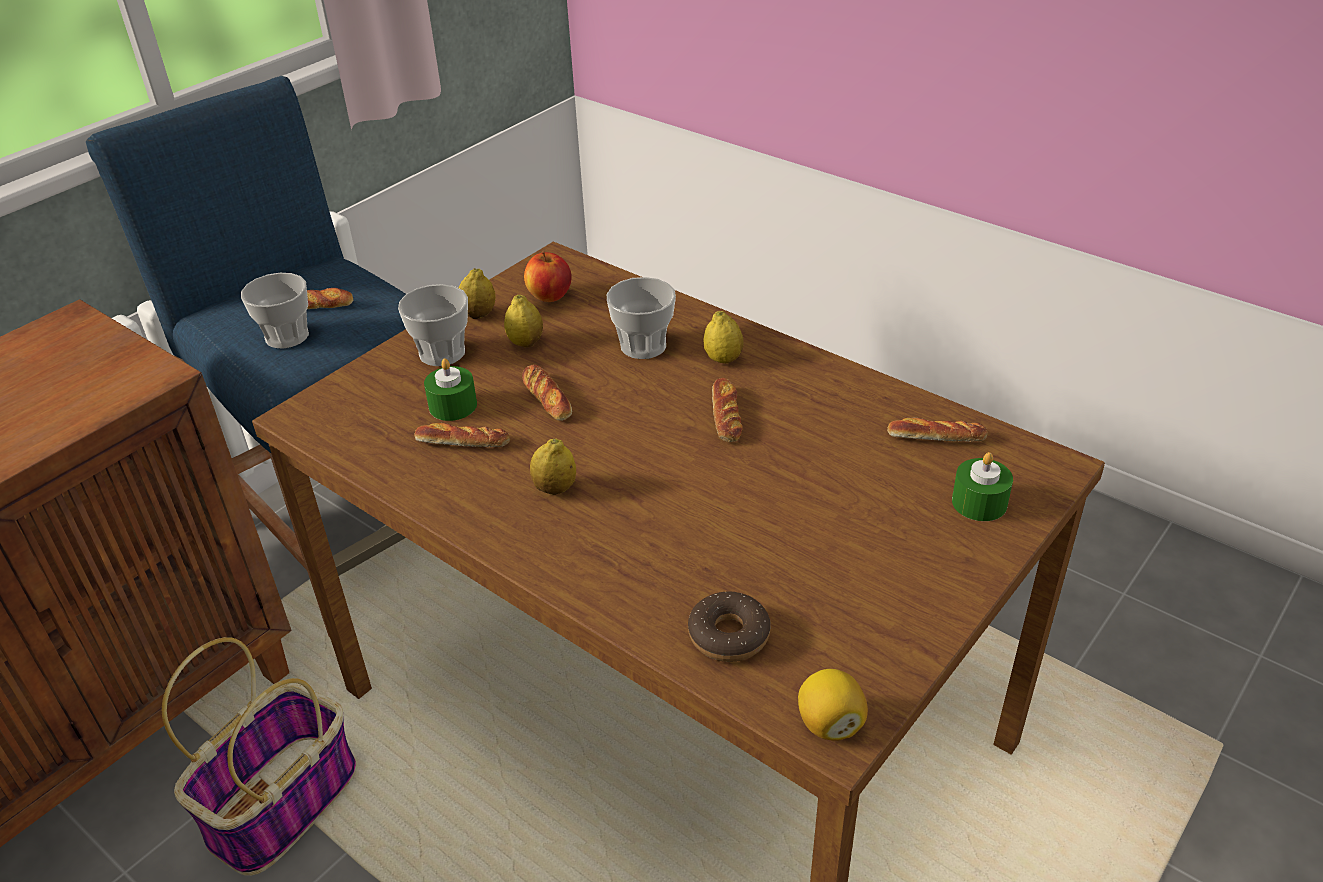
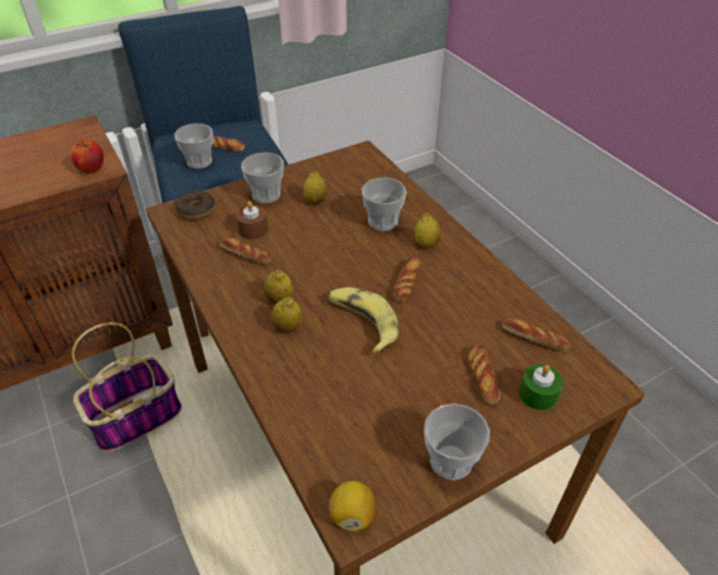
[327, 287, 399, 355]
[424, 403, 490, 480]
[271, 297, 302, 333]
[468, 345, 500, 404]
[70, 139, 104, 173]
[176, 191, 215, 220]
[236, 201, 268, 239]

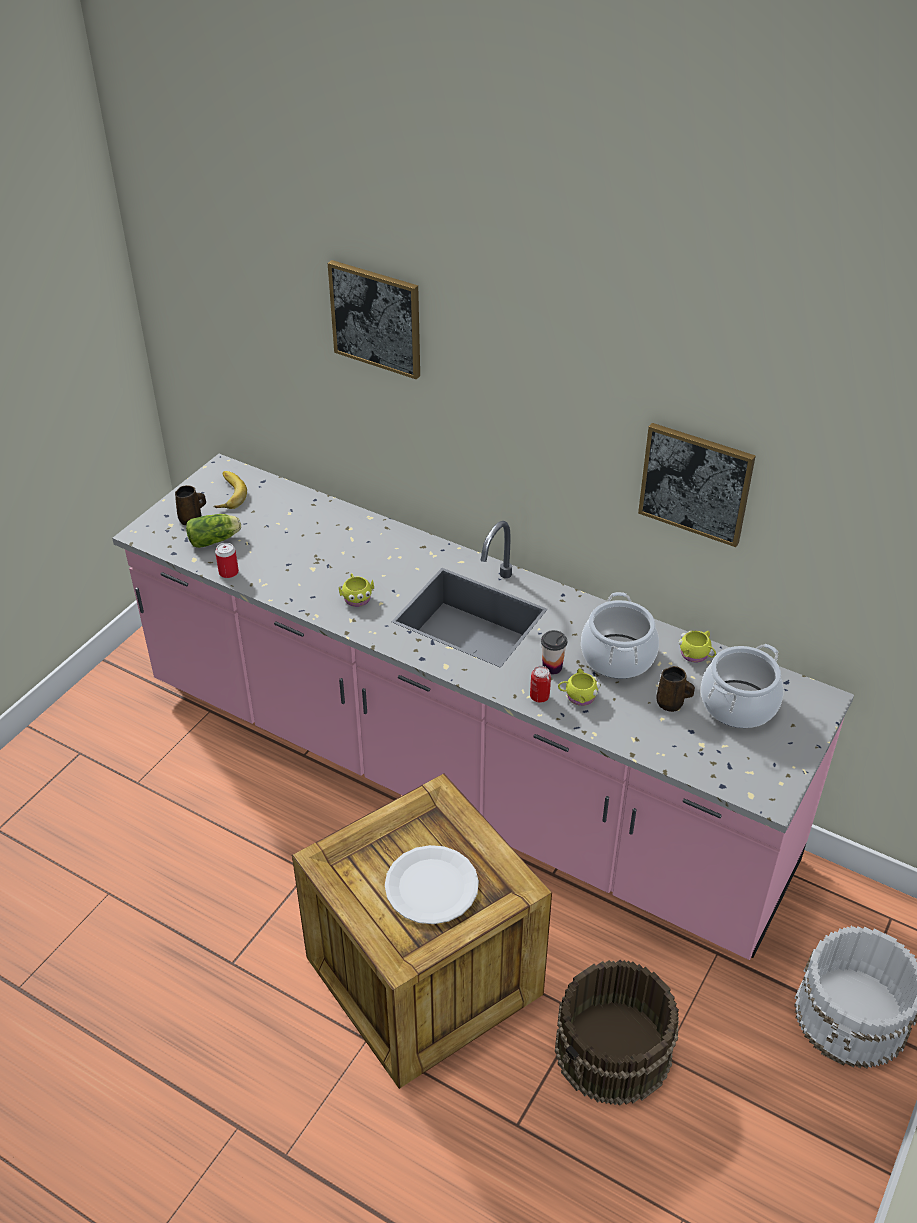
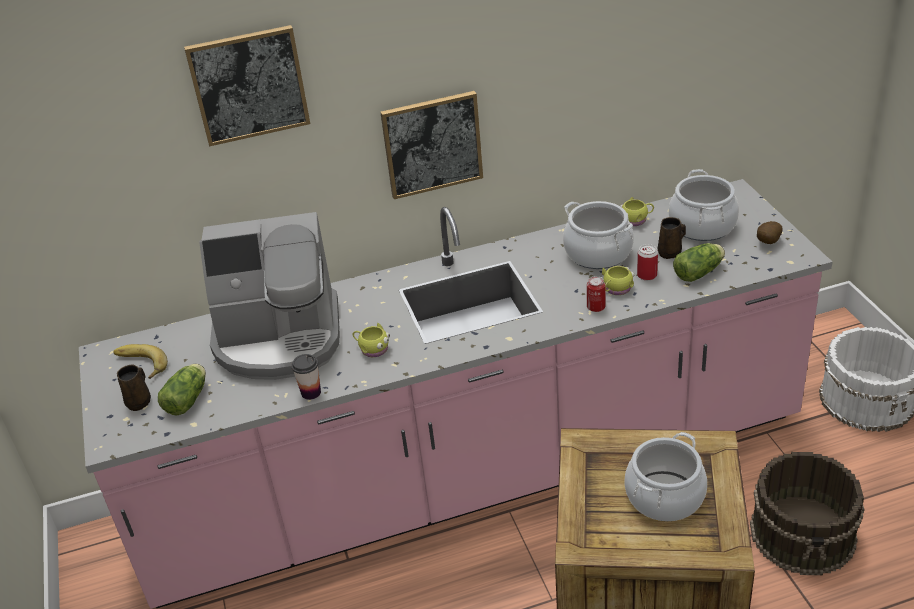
[199, 212, 340, 380]
[673, 243, 725, 282]
[757, 221, 783, 244]
[637, 244, 658, 280]
[291, 354, 321, 400]
[380, 91, 483, 199]
[624, 432, 707, 521]

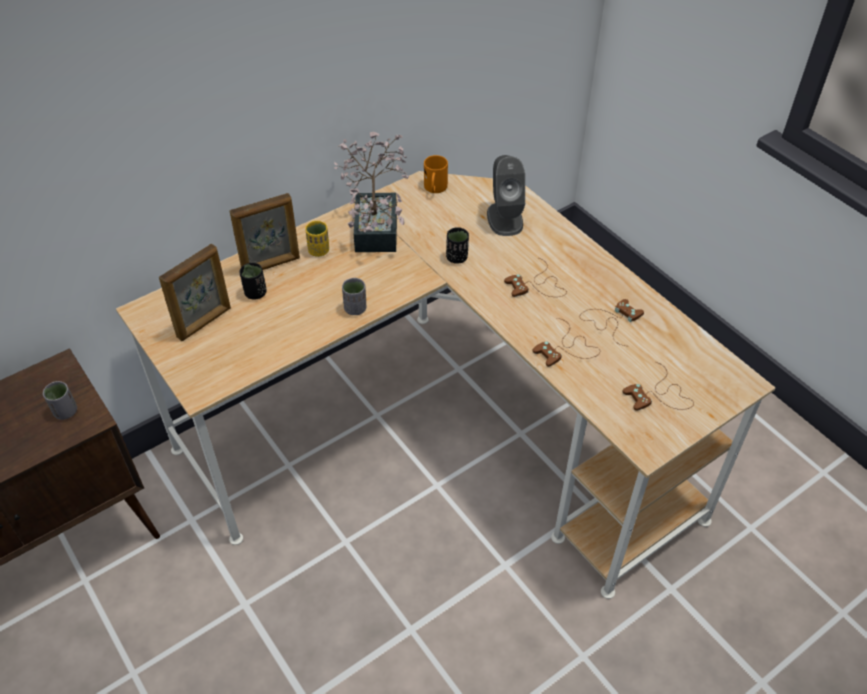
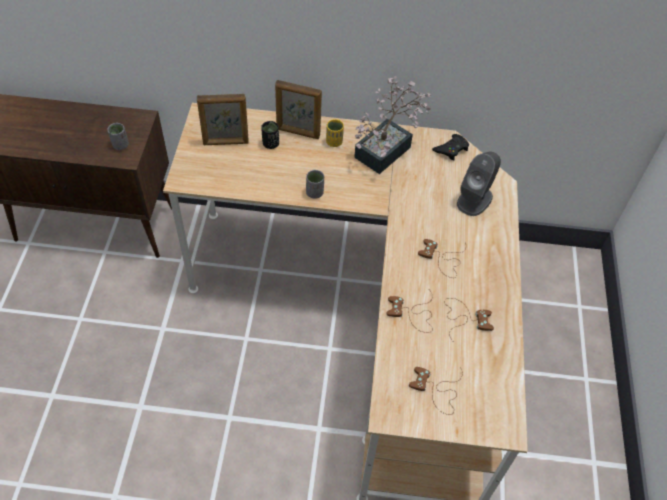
[446, 227, 469, 264] (first image)
[432, 134, 469, 161]

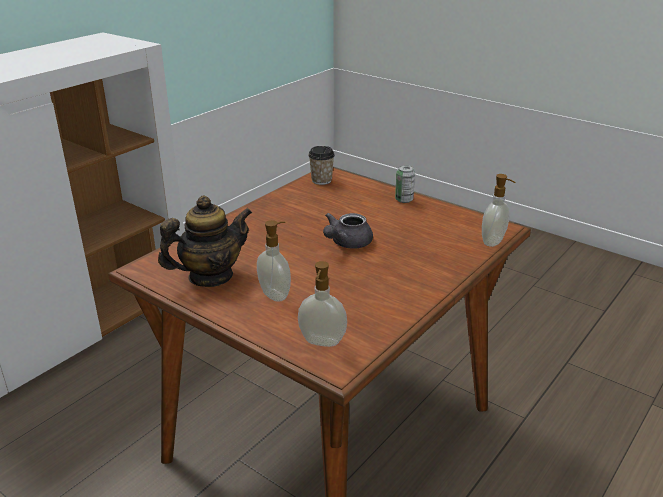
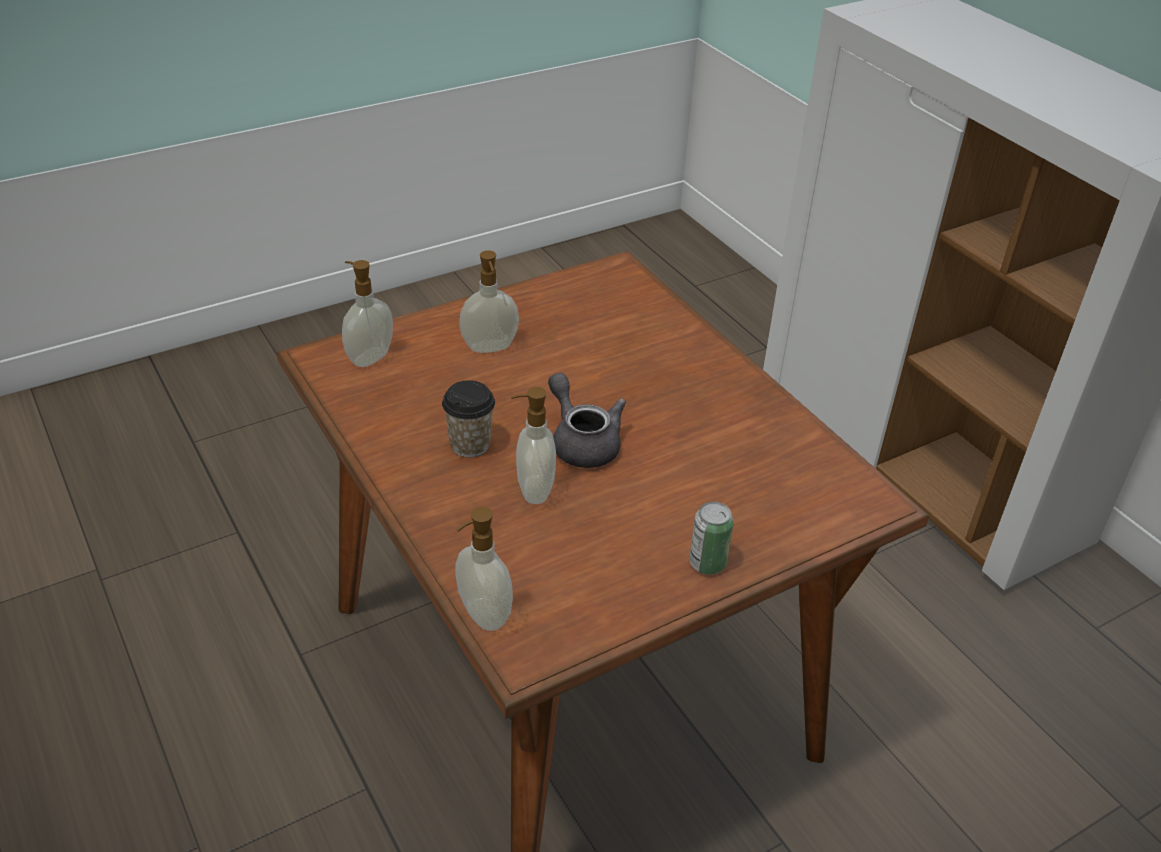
[158, 195, 252, 287] (first image)
[511, 387, 556, 504]
[442, 380, 495, 457]

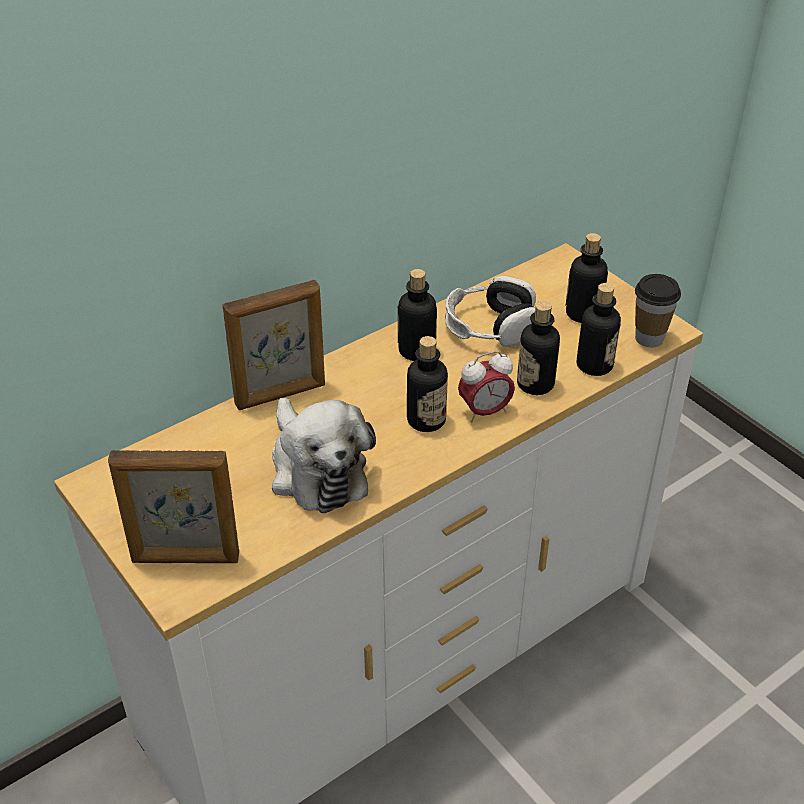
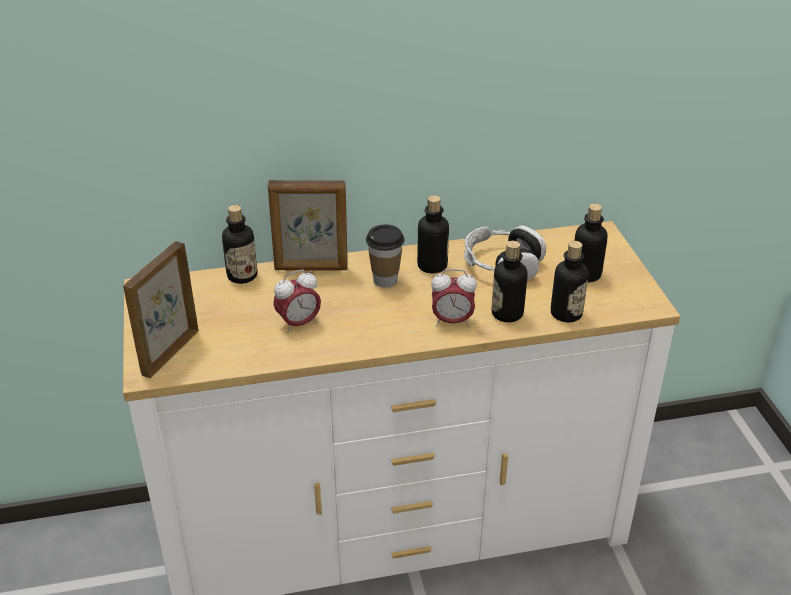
[222, 205, 257, 284]
[366, 225, 405, 288]
[273, 270, 321, 333]
[123, 241, 199, 378]

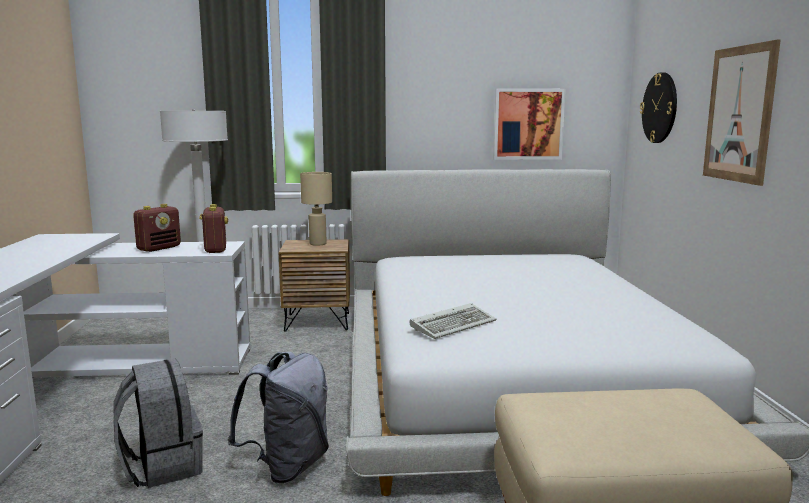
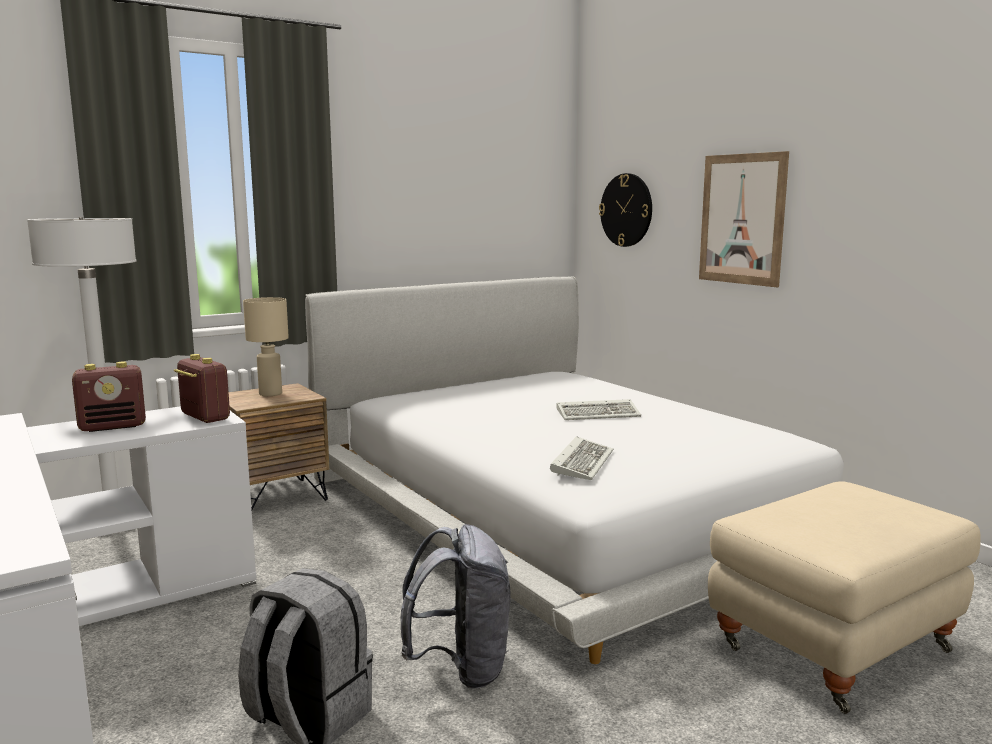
[493, 88, 566, 160] (first image)
[556, 399, 641, 420]
[72, 361, 146, 432]

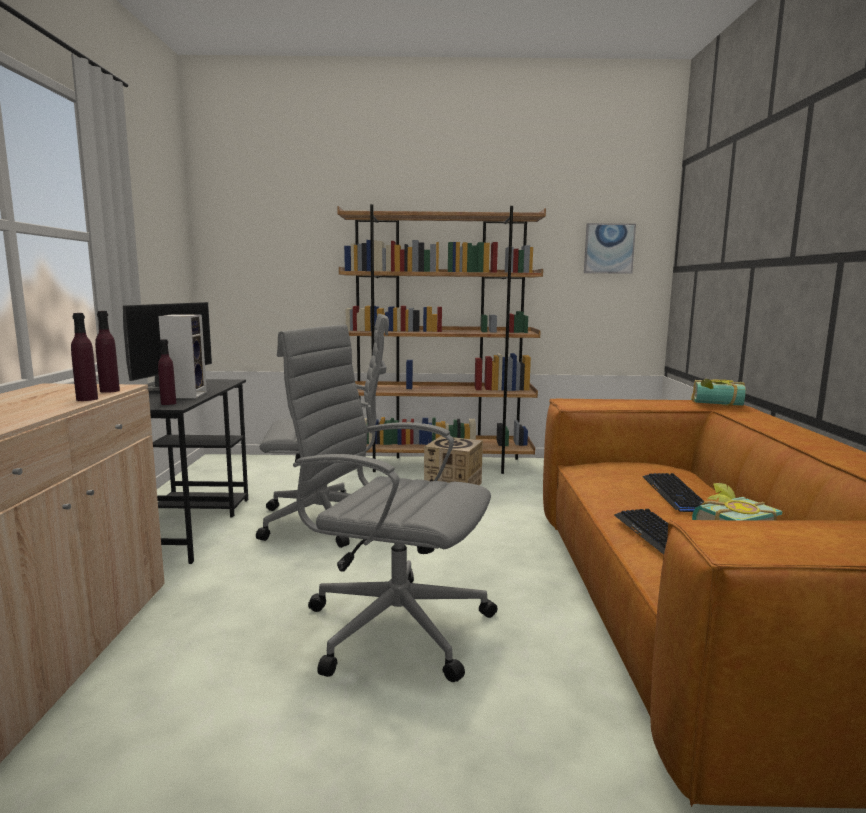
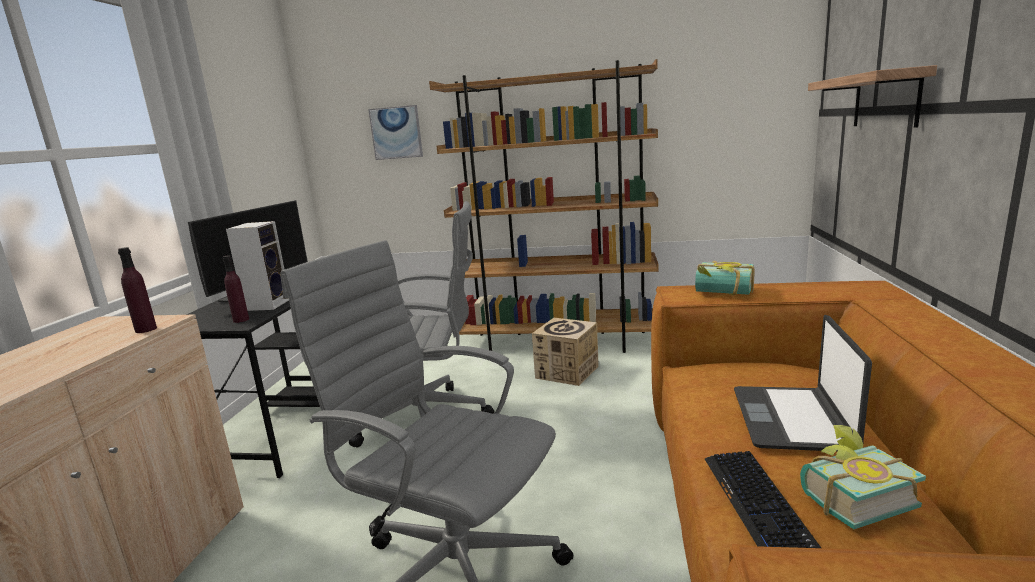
[71, 313, 98, 401] (first image)
[808, 65, 937, 128]
[368, 105, 423, 160]
[695, 261, 755, 295]
[734, 315, 872, 452]

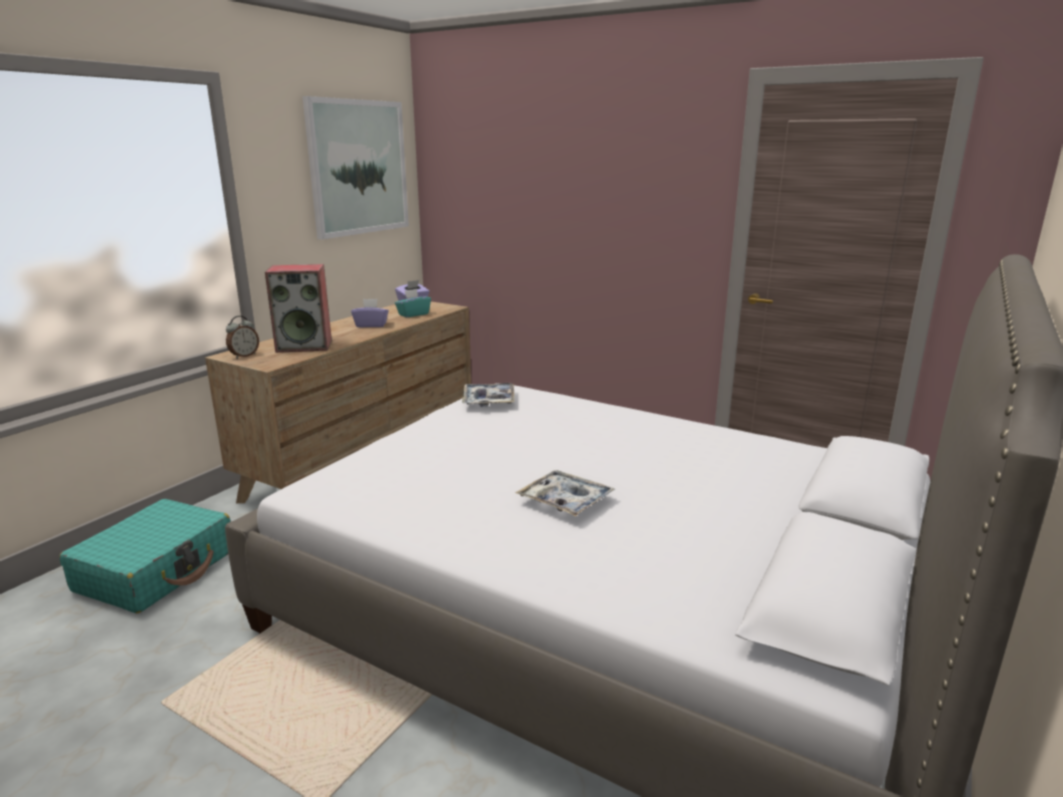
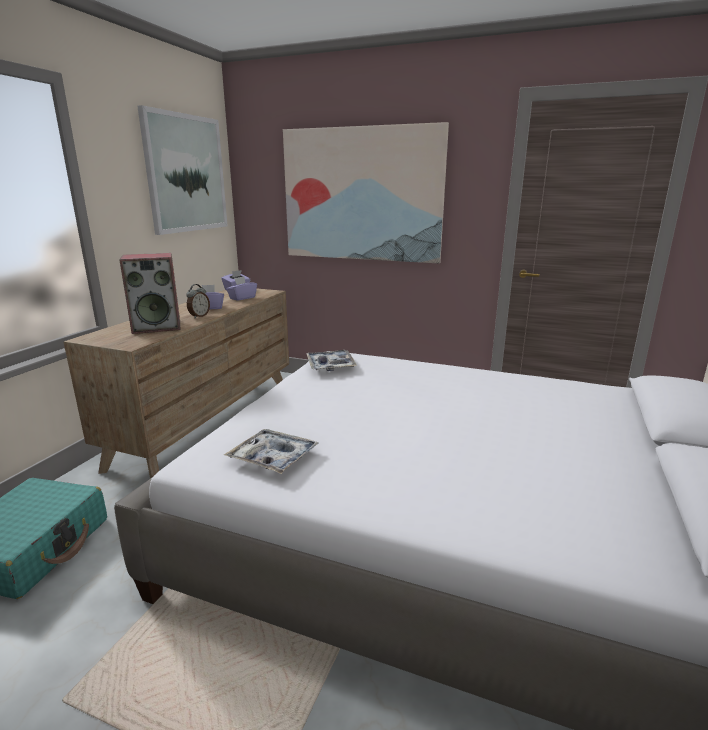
[283, 122, 449, 263]
[186, 284, 210, 318]
[224, 429, 319, 474]
[226, 276, 257, 301]

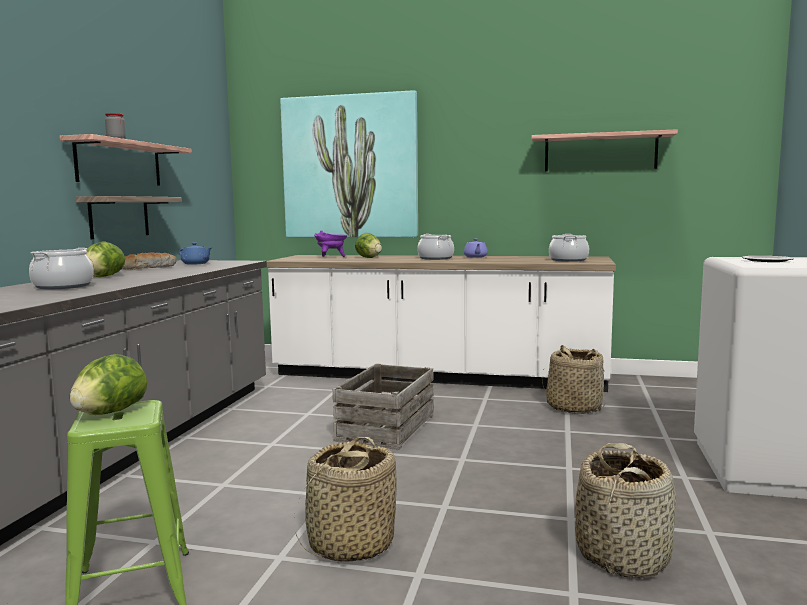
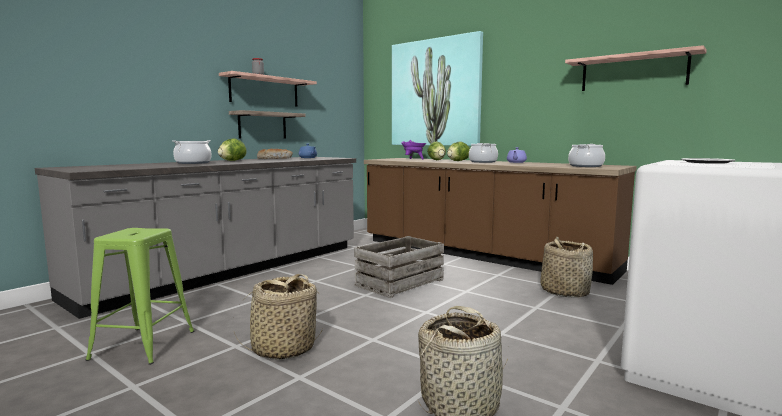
[447, 141, 470, 161]
[364, 158, 637, 285]

